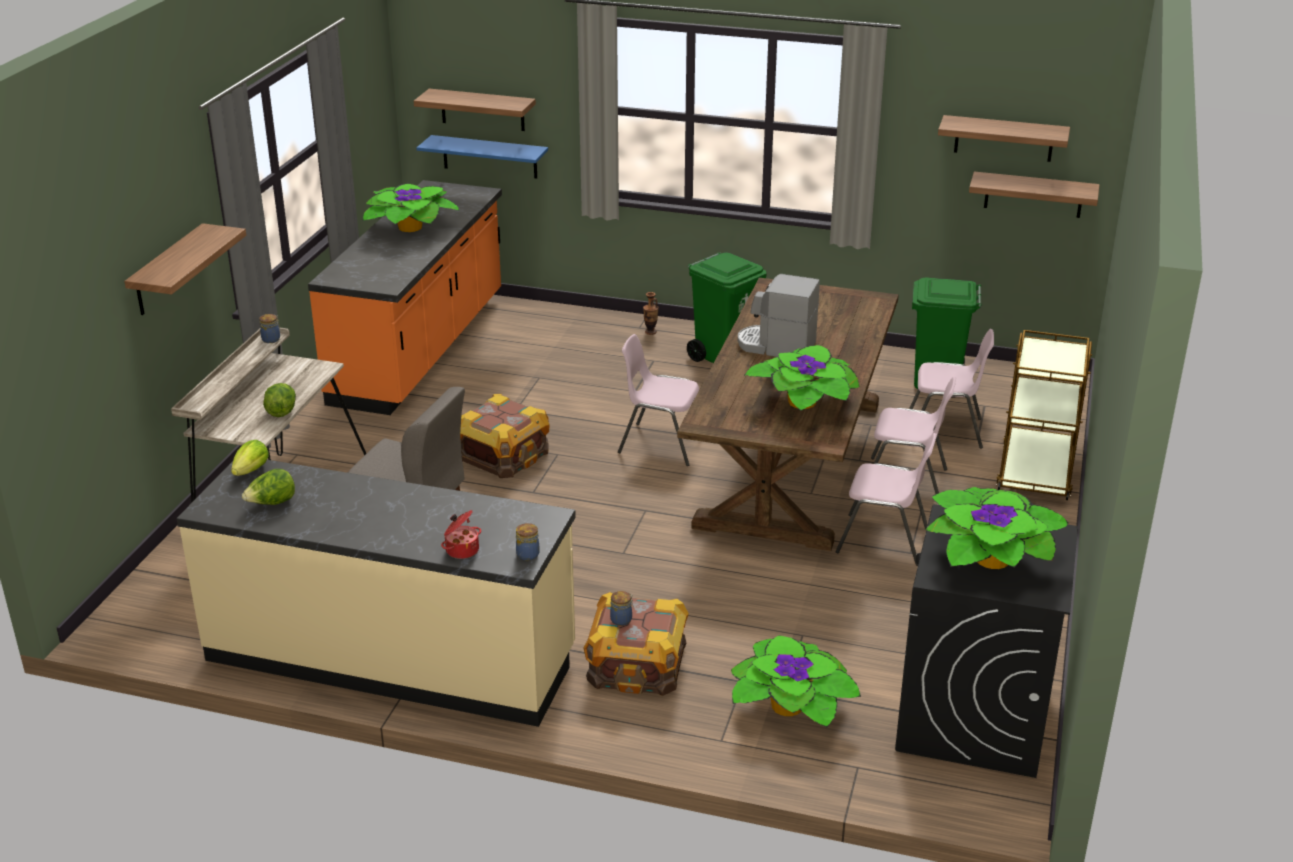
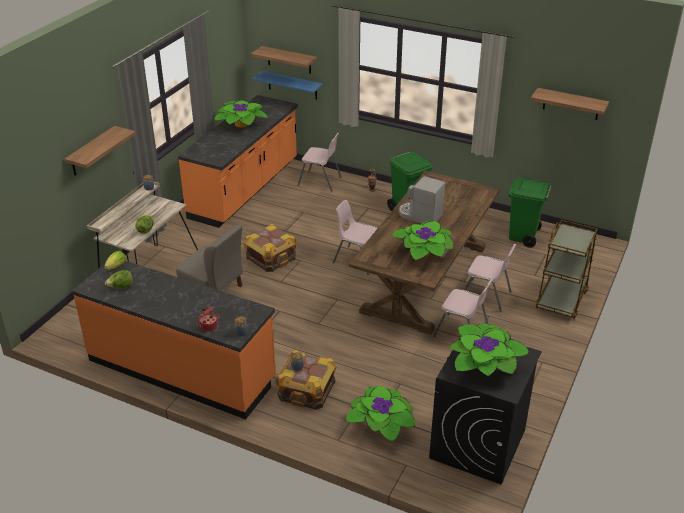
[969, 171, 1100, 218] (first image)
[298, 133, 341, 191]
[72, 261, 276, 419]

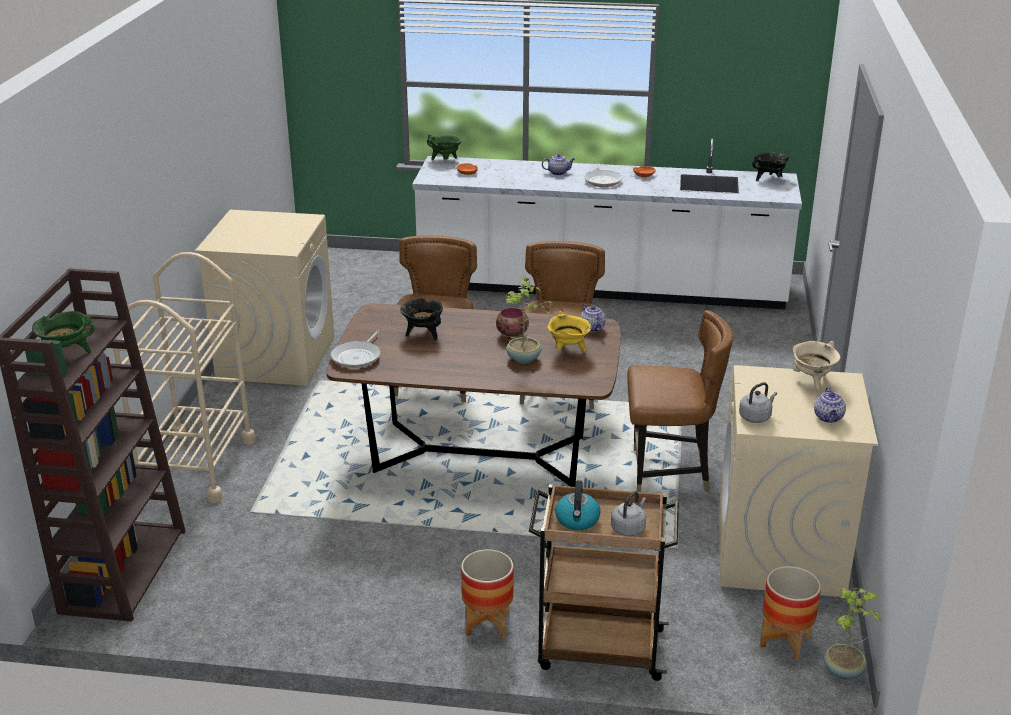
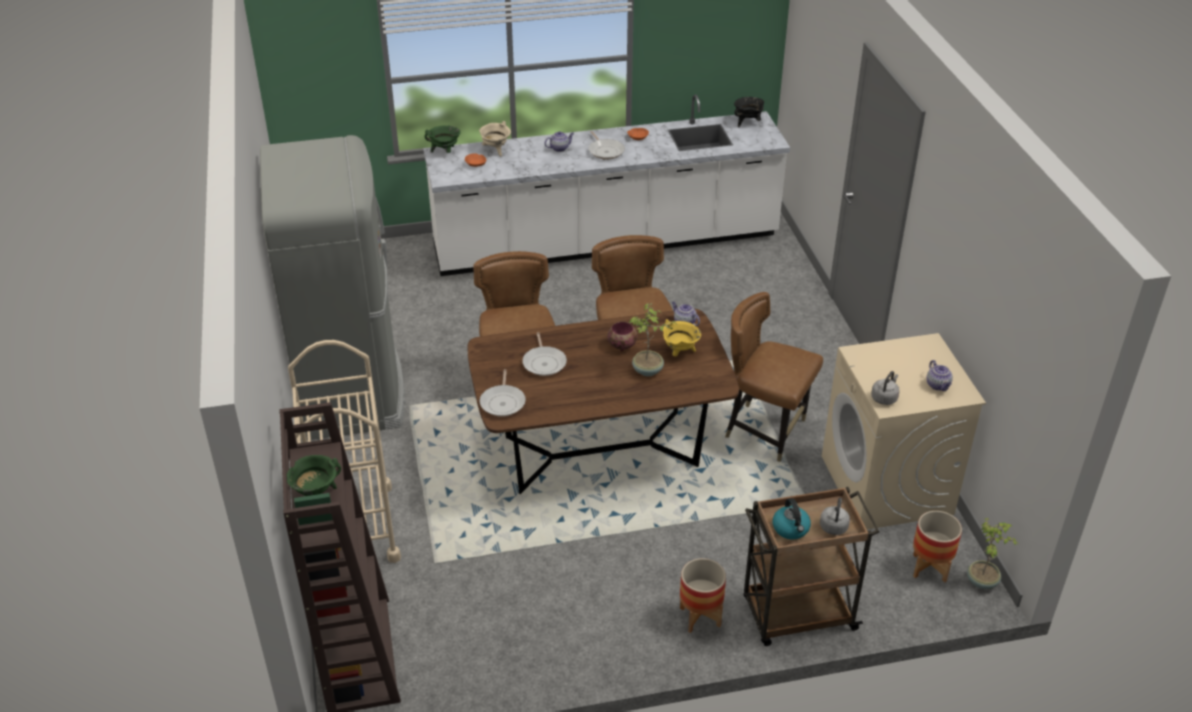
[479, 121, 511, 157]
[260, 135, 405, 441]
[522, 332, 567, 376]
[725, 292, 823, 462]

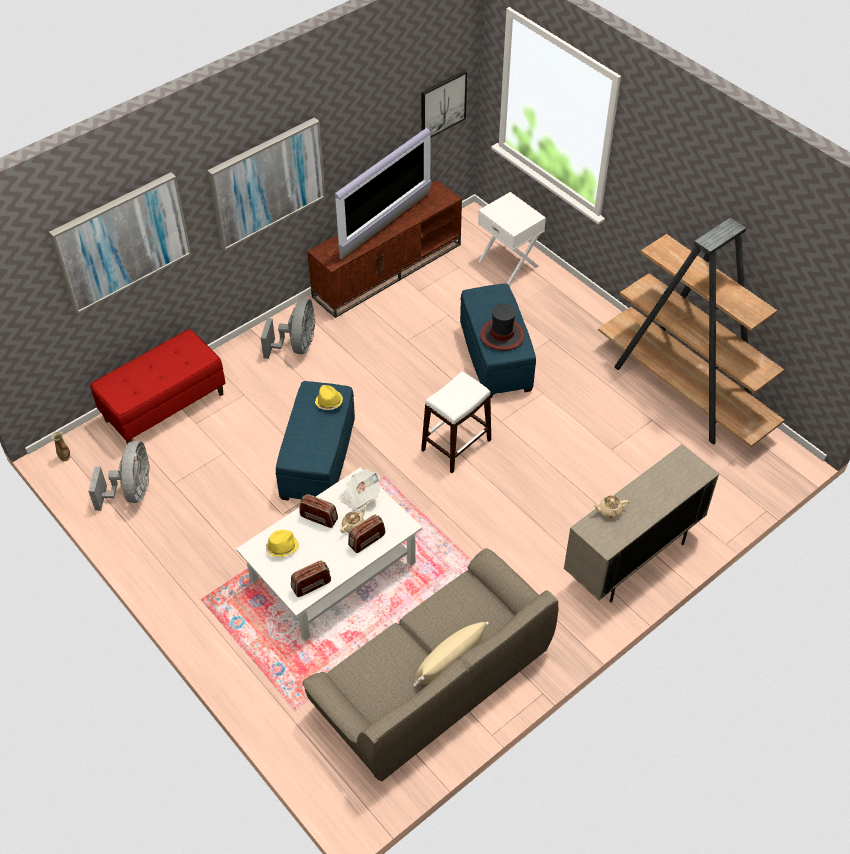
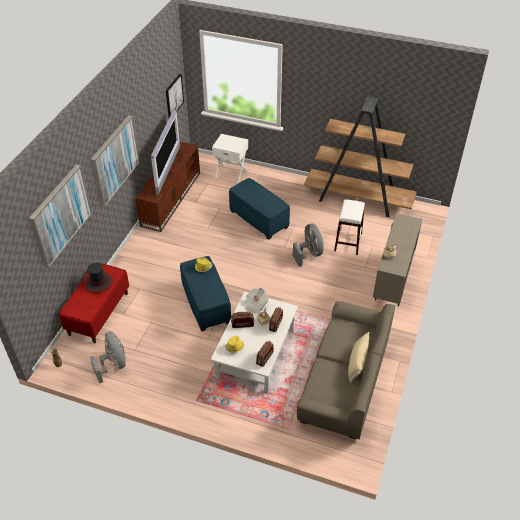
[293, 223, 324, 267]
[334, 199, 365, 255]
[84, 263, 113, 292]

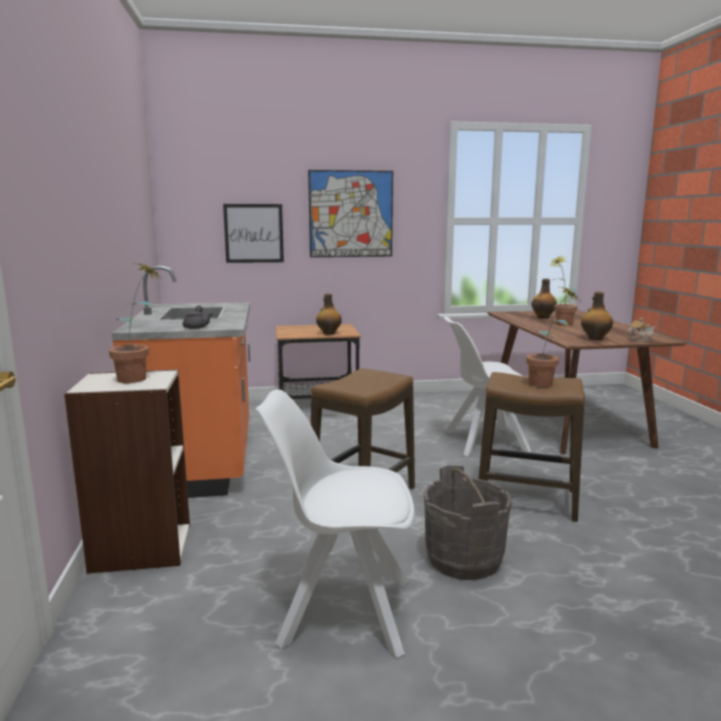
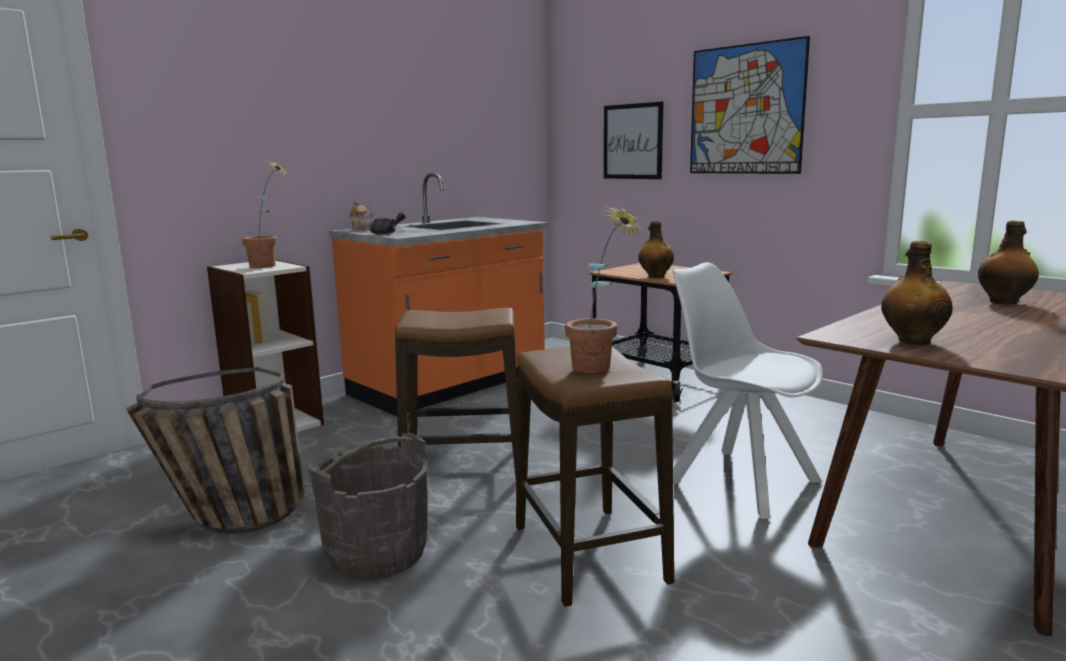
[549, 255, 577, 326] (first image)
[350, 201, 374, 230]
[126, 367, 304, 534]

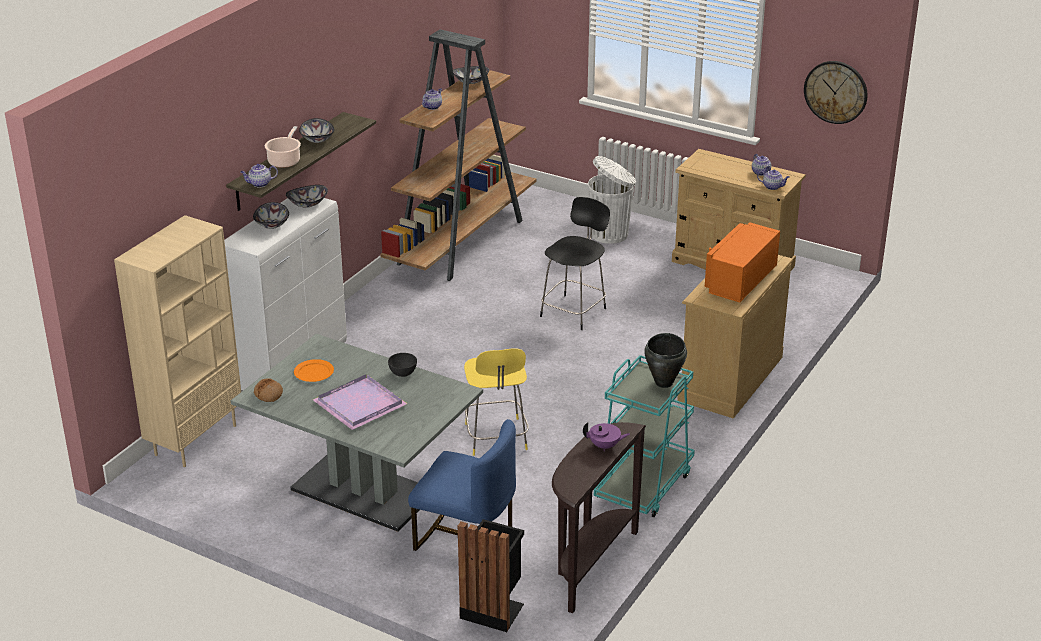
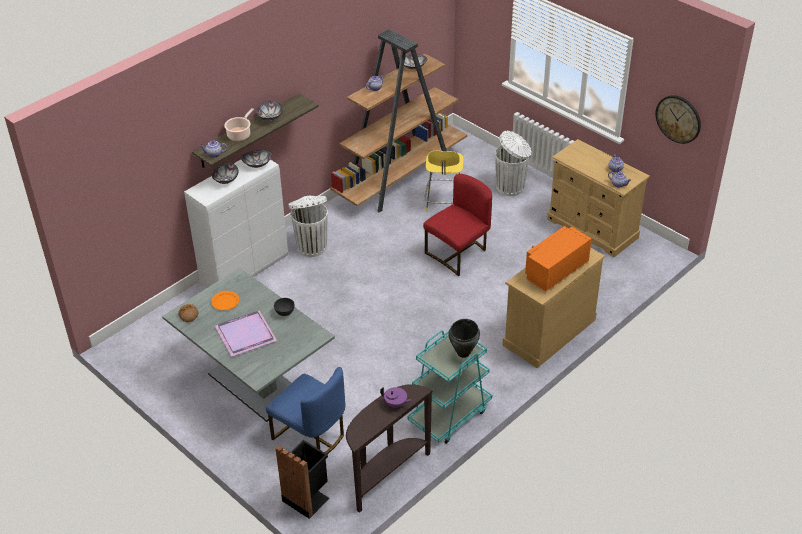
[114, 215, 241, 467] (first image)
[288, 196, 328, 257]
[425, 151, 464, 212]
[423, 174, 492, 276]

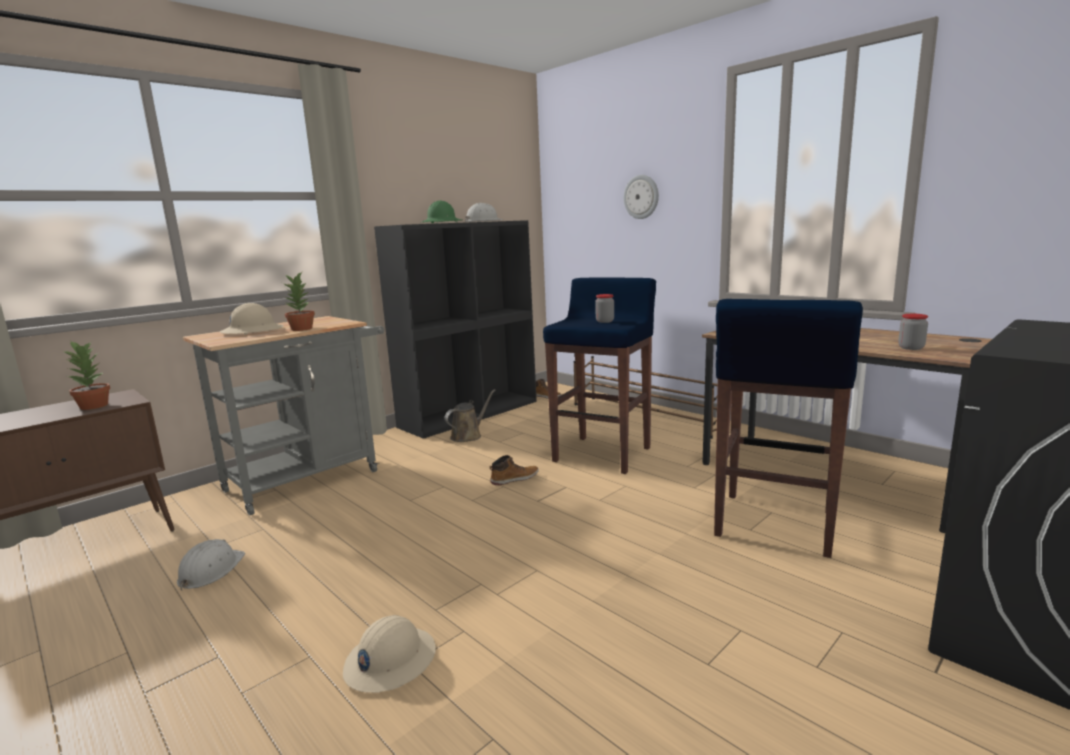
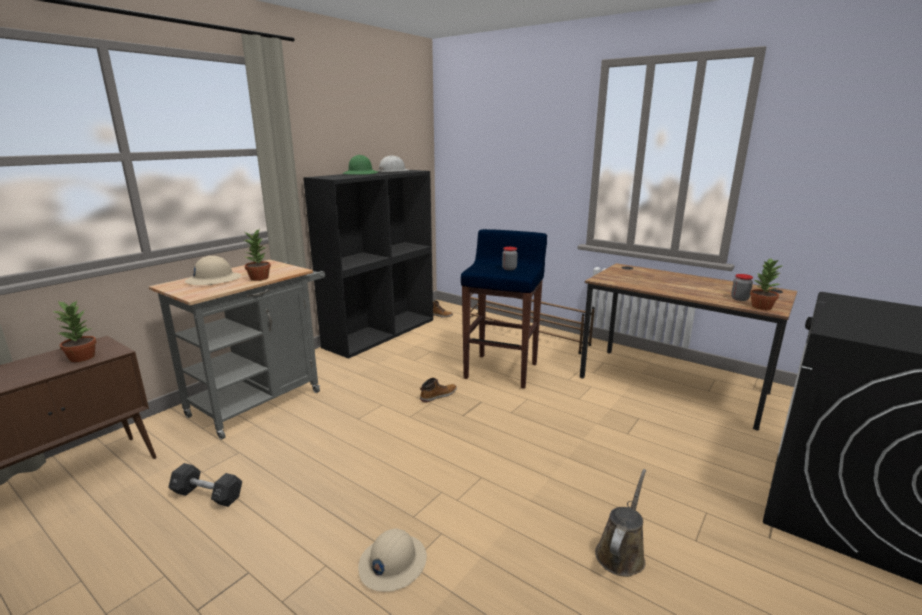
[624, 175, 659, 219] (first image)
[714, 299, 863, 558] (first image)
[750, 258, 782, 310]
[595, 469, 646, 577]
[168, 463, 242, 507]

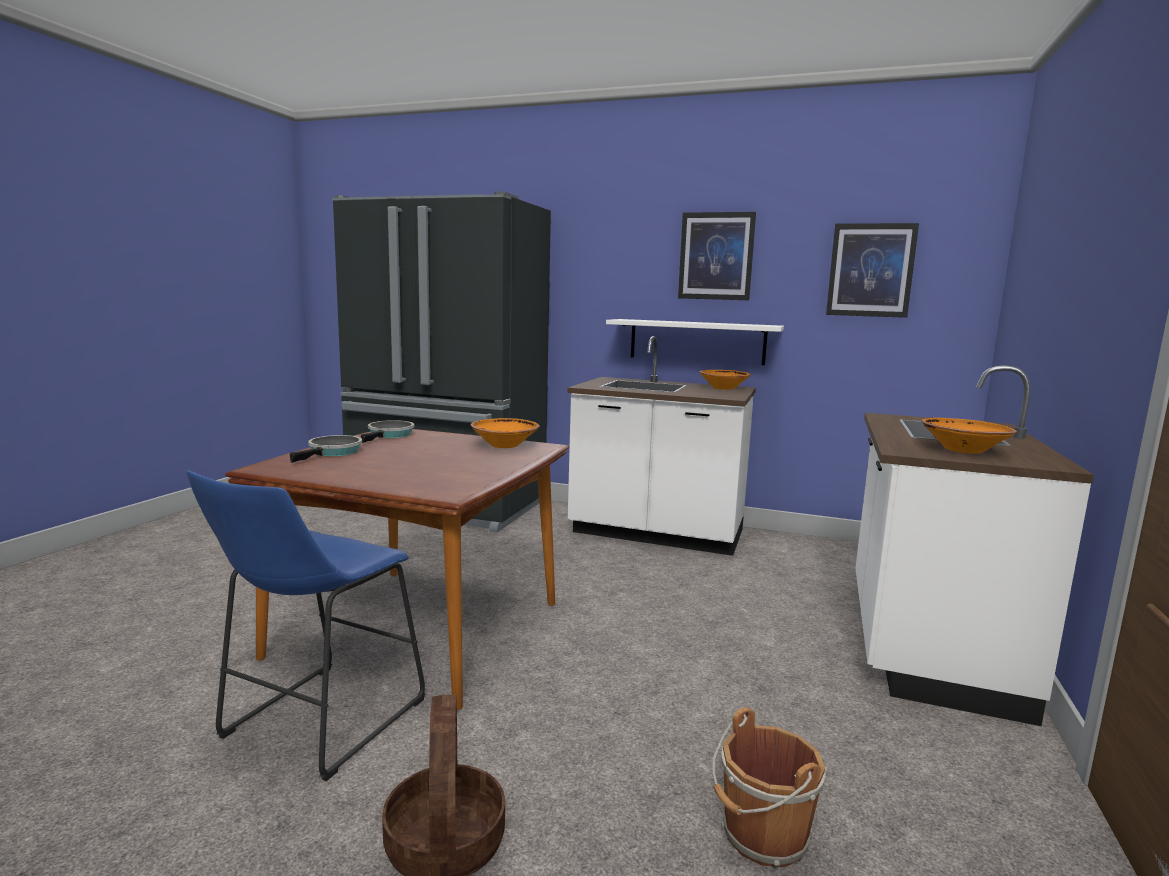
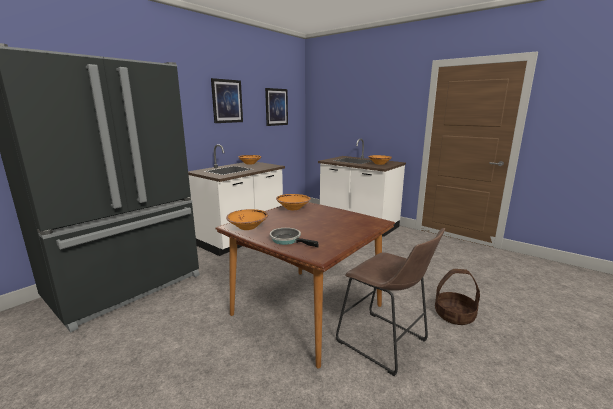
[606, 319, 784, 365] (first image)
[712, 708, 827, 867] (first image)
[226, 209, 268, 230]
[336, 228, 445, 376]

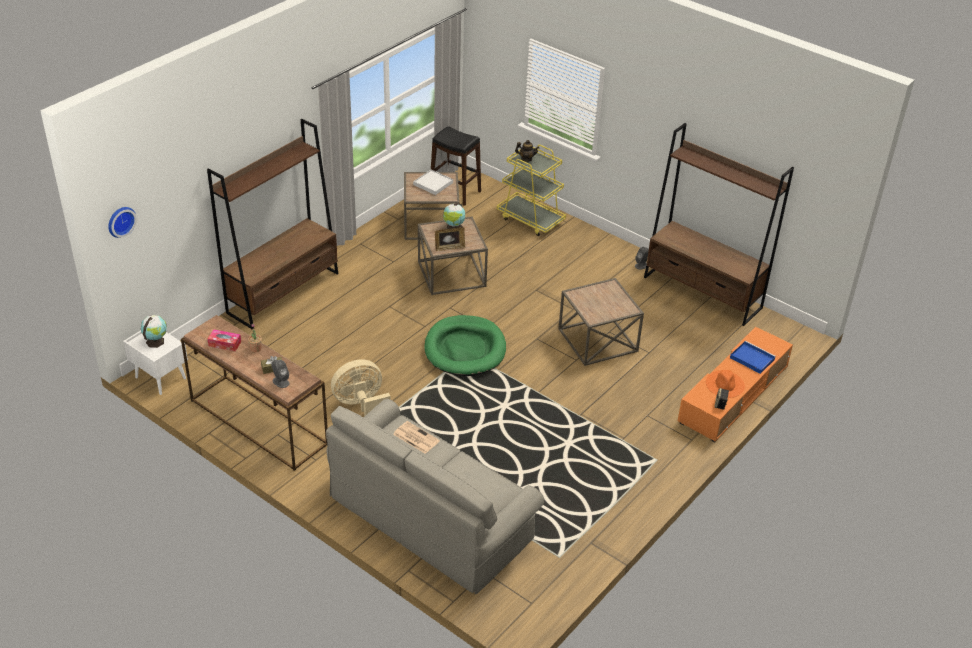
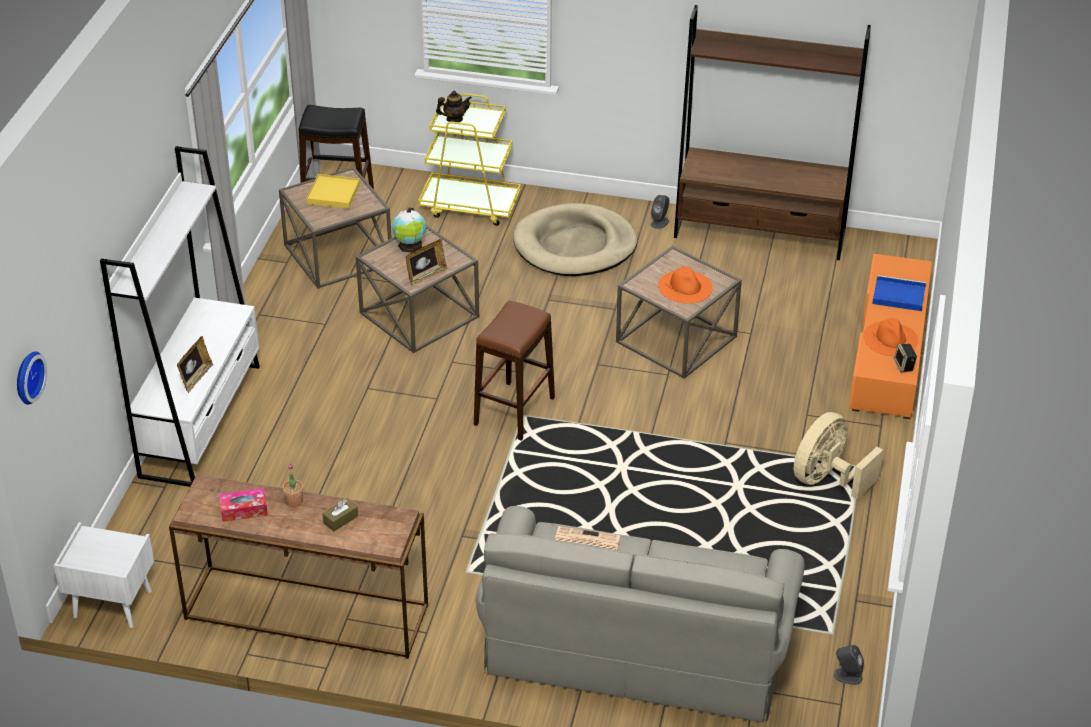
[141, 315, 167, 348] (first image)
[177, 336, 214, 393]
[513, 203, 637, 276]
[658, 266, 712, 303]
[834, 645, 864, 685]
[794, 412, 883, 499]
[474, 301, 555, 441]
[100, 146, 260, 487]
[306, 174, 360, 209]

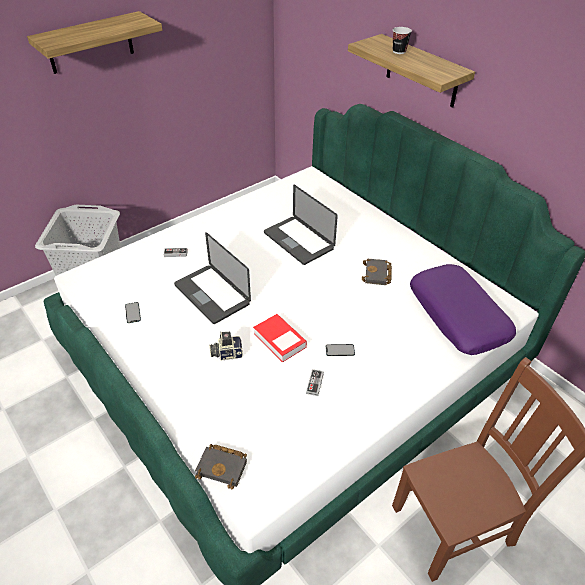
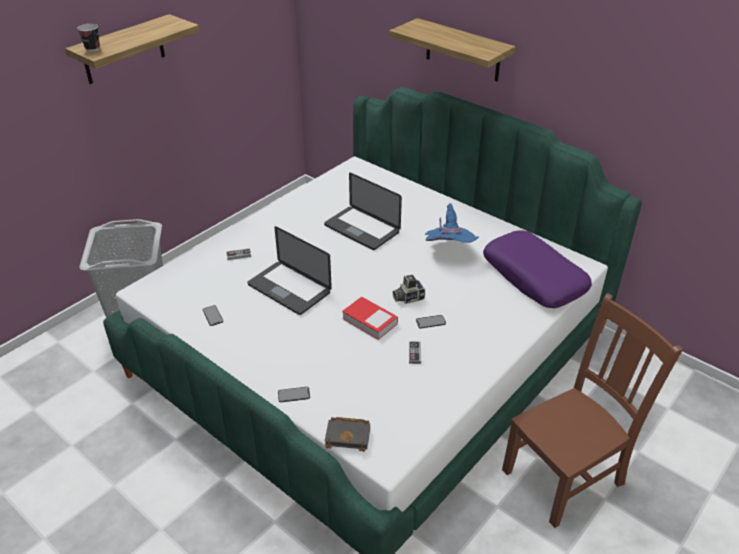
[278, 387, 310, 402]
[393, 275, 425, 304]
[77, 24, 100, 51]
[424, 203, 479, 243]

